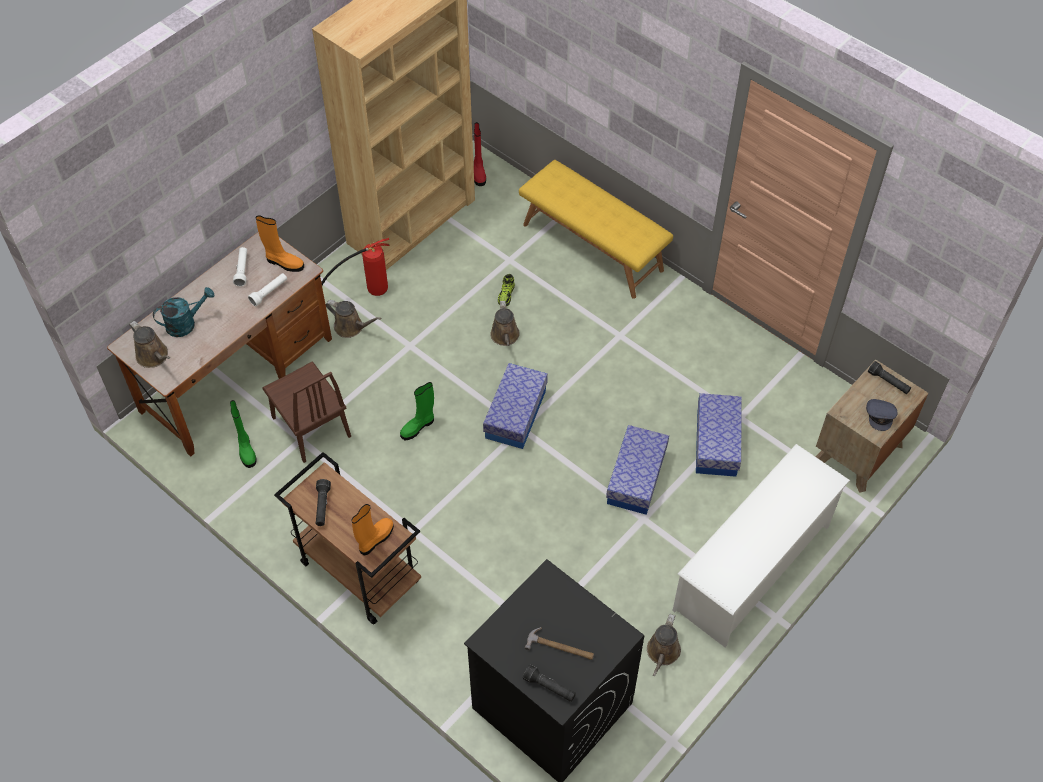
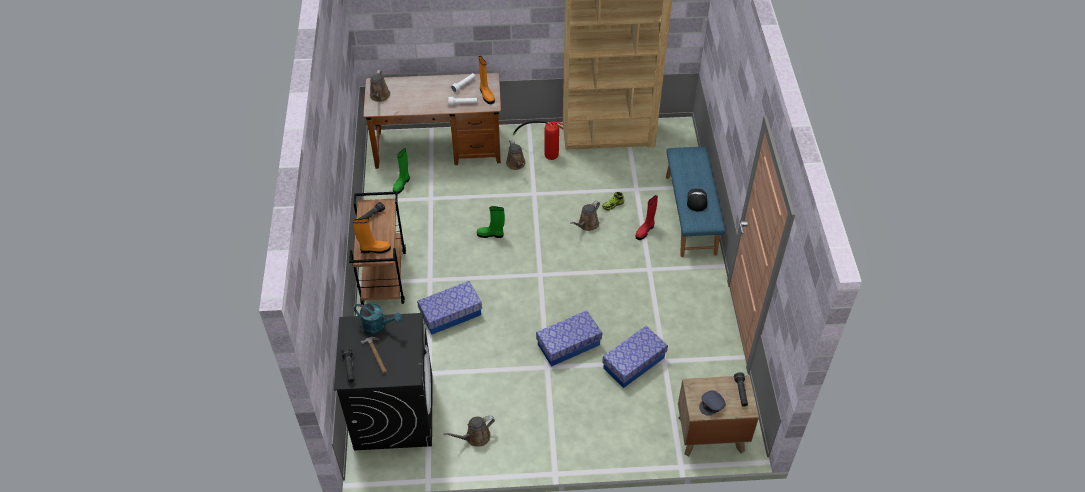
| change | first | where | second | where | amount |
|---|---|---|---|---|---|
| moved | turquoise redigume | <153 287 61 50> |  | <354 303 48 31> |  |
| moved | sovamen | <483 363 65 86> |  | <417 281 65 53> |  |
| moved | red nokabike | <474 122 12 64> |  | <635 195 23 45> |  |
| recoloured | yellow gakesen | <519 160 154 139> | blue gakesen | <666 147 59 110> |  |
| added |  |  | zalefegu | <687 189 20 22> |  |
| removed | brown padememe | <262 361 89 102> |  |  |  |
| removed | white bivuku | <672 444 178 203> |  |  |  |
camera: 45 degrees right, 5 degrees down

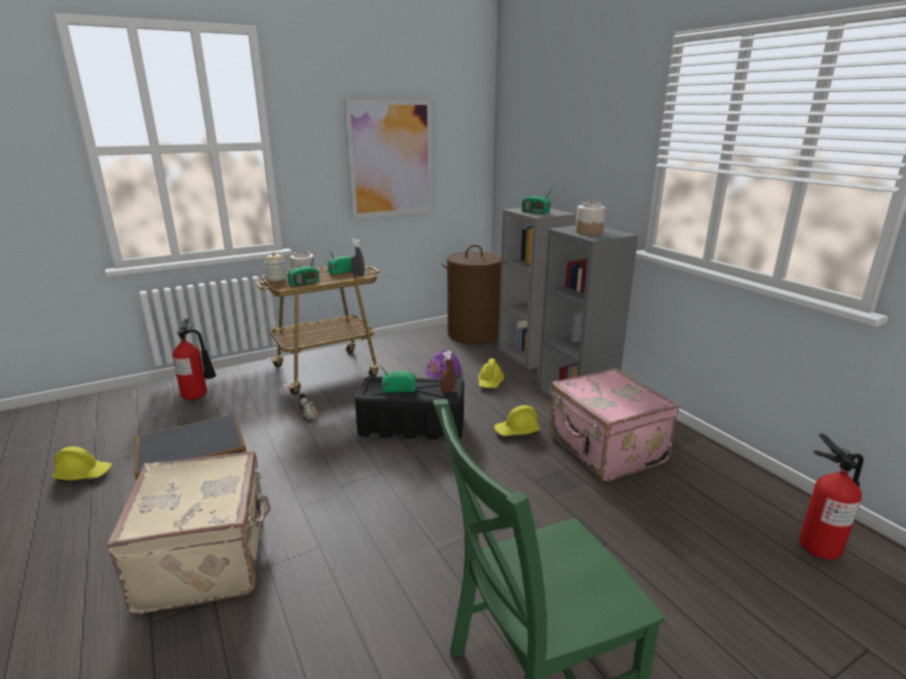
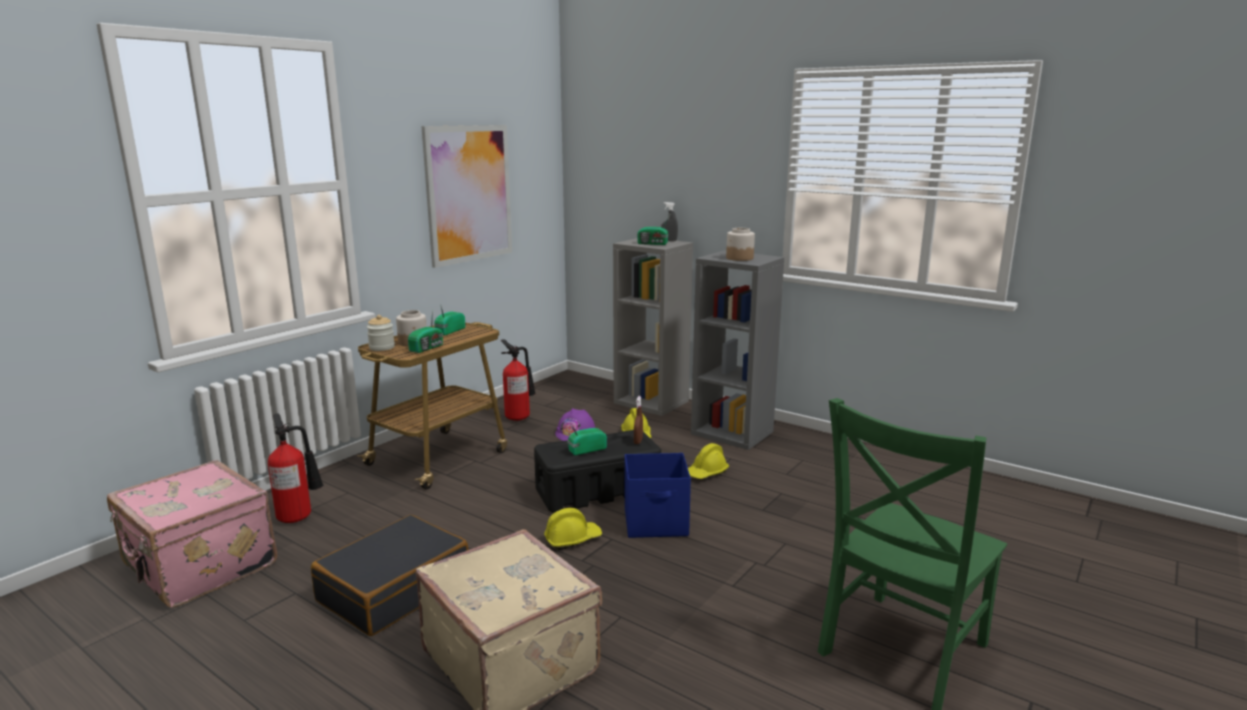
| change | first | where | second | where | amount |
|---|---|---|---|---|---|
| moved | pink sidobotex | <549 368 130 113> |  | <107 460 170 148> |  |
| moved | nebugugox | <799 434 65 126> |  | <501 339 35 82> |  |
| moved | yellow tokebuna | <52 447 60 35> |  | <544 508 58 42> |  |
| added |  |  | blue sovamen | <625 453 66 85> |  |
| moved | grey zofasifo | <351 238 13 38> |  | <661 202 17 39> |  |
| removed | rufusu | <298 393 21 30> |  |  |  |
| removed | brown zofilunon | <441 245 60 99> |  |  |  |
camera: 25 degrees left, 5 degrees down

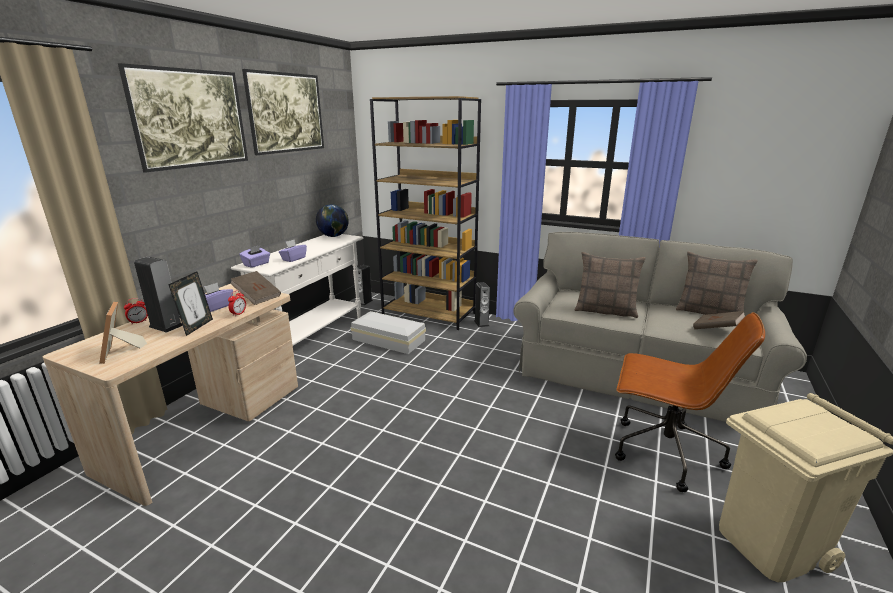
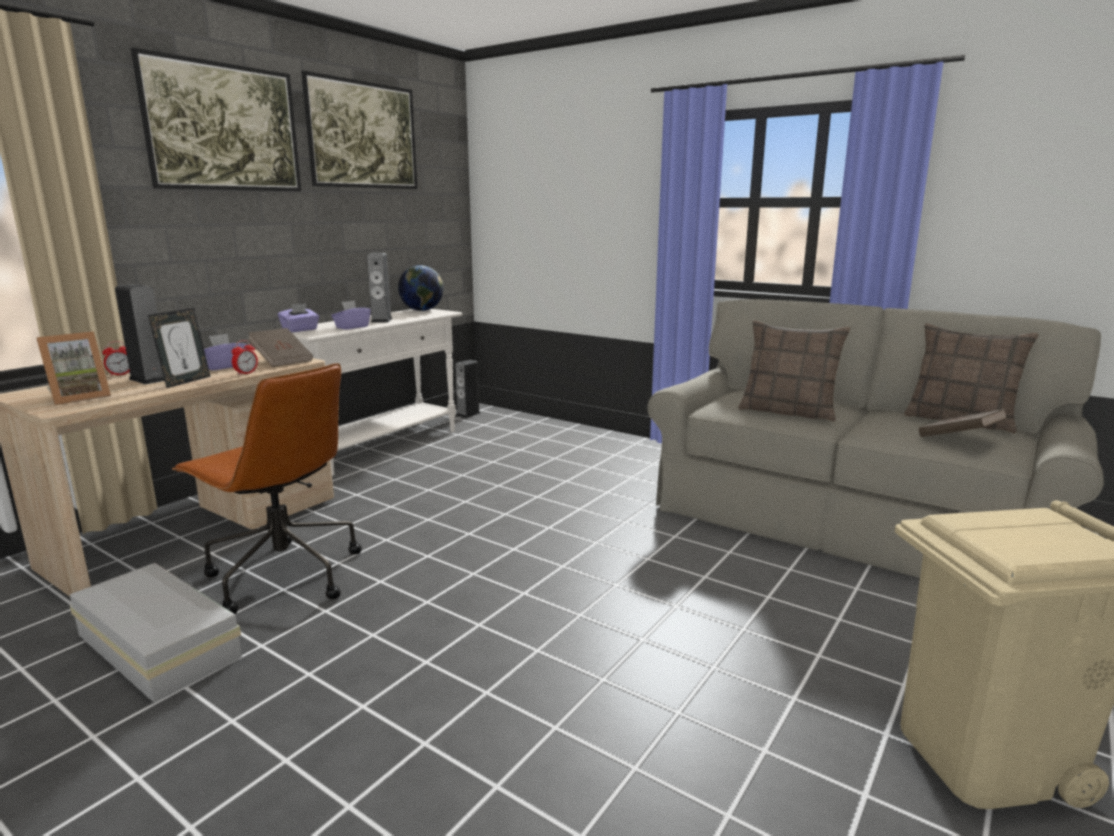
| change | first | where | second | where | amount |
|---|---|---|---|---|---|
| turned | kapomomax | <99 302 48 62> |  | <36 331 75 74> | 120 degrees counterclockwise |
| moved | white sovamen | <351 311 75 43> |  | <70 563 172 140> |  |
| moved | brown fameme | <615 312 150 180> |  | <172 363 190 251> |  |
| moved | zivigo | <474 282 16 46> |  | <367 252 25 71> |  |
| removed | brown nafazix | <370 96 111 234> |  |  |  |
camera: 10 degrees right, 5 degrees down

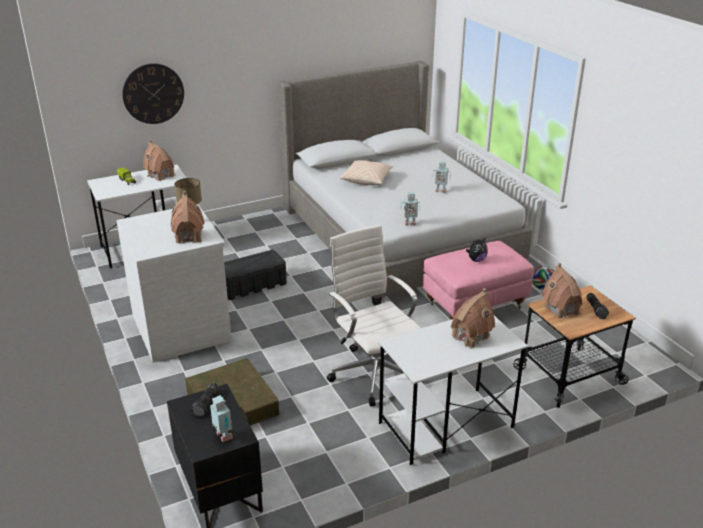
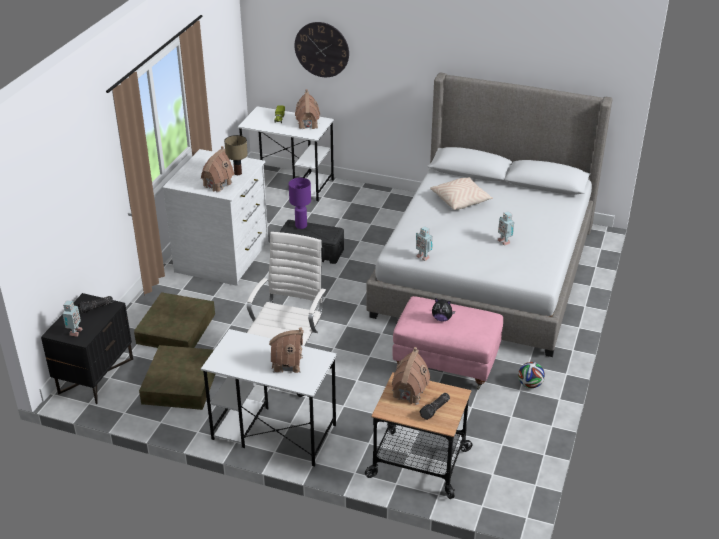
| change | first | where | second | where | amount |
|---|---|---|---|---|---|
| added |  |  | brown sovamen | <139 345 76 65> |  |
| added |  |  | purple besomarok | <289 178 22 51> |  |
camera: 45 degrees right, 5 degrees up

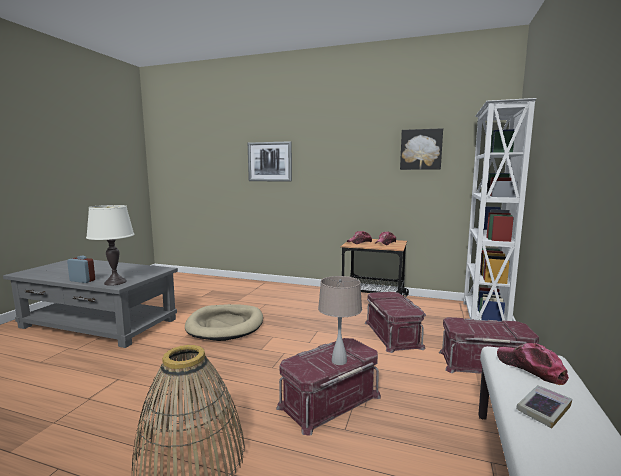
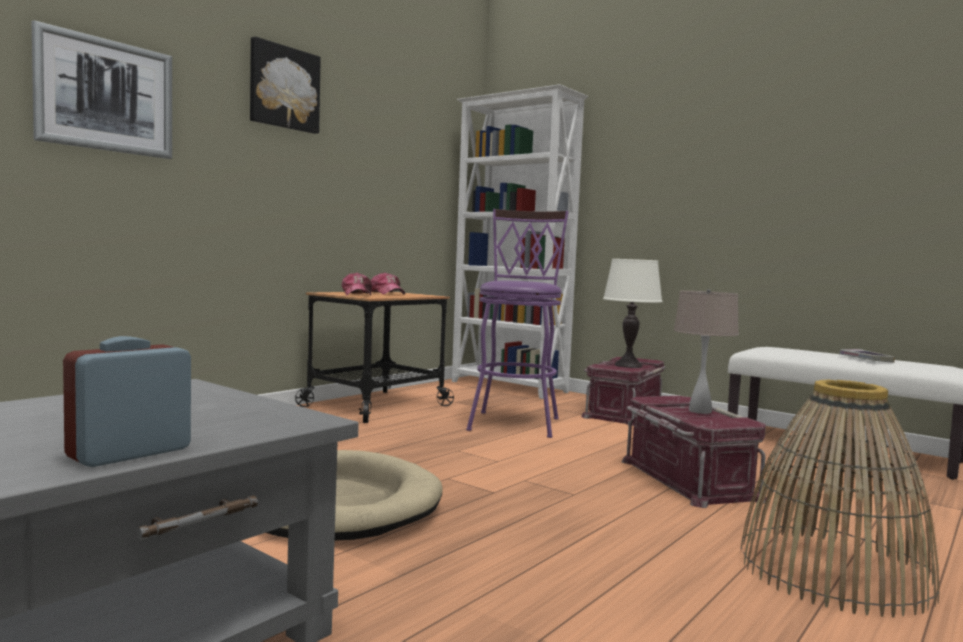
| change | first | where | second | where | amount |
|---|---|---|---|---|---|
| moved | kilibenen | <400 128 43 42> |  | <250 37 71 97> |  |
| replaced | red sovamen | <365 292 61 61> | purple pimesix | <466 209 103 229> |  |
| moved | white besomarok | <86 205 49 81> |  | <603 259 60 109> |  |
| removed | zalefegu | <497 343 72 42> |  |  |  |
camera: 70 degrees left, 5 degrees down

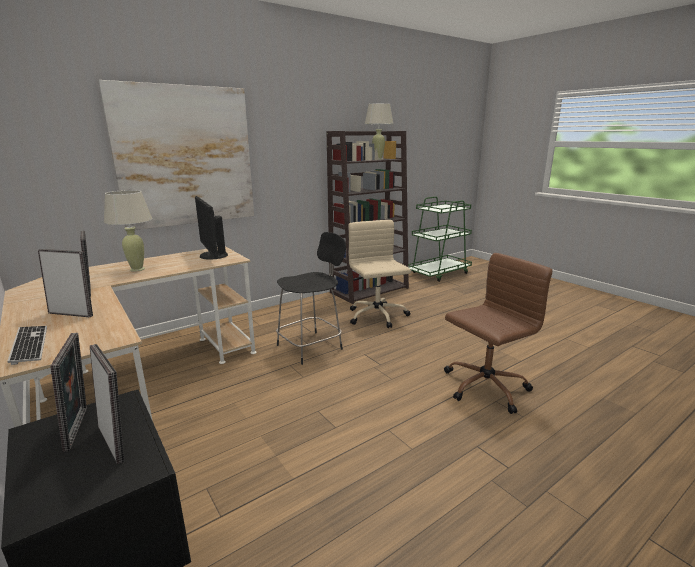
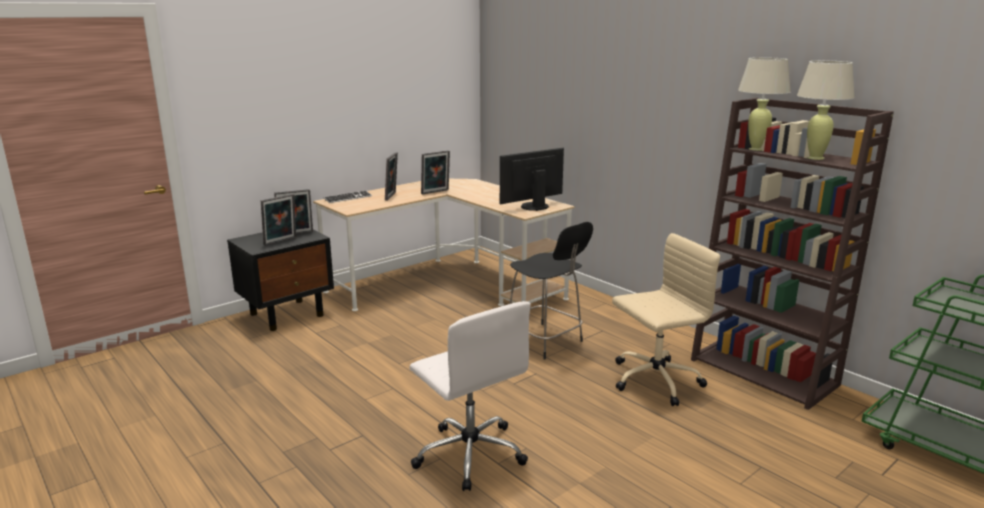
| change | first | where | second | where | amount |
|---|---|---|---|---|---|
| recoloured | brown fameme | <444 253 108 161> | white fameme | <409 301 122 190> |  |
| moved | beige besomarok | <104 190 48 82> |  | <738 57 53 94> |  |
| removed | kilibenen | <98 80 156 150> |  |  |  |
camera: 85 degrees right, 0 degrees up

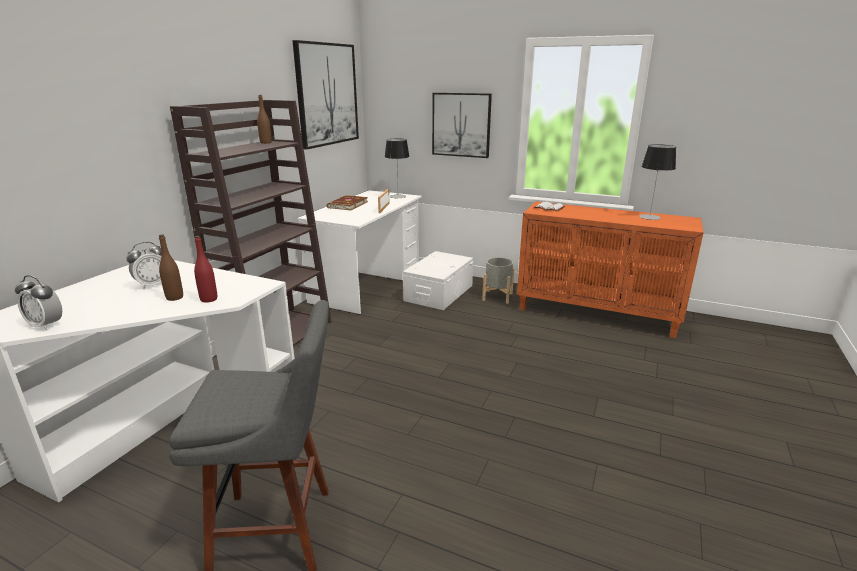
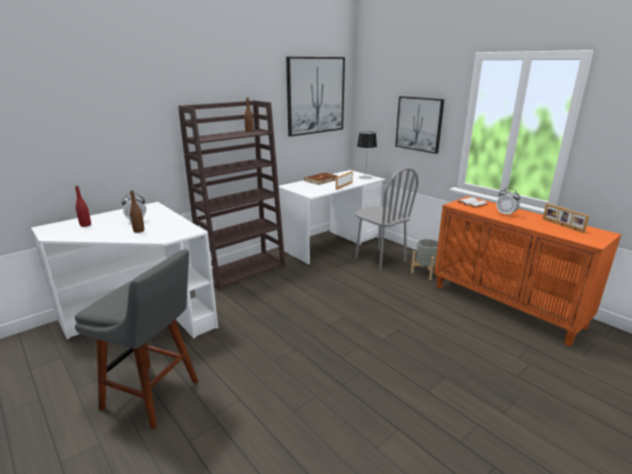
| change | first | where | second | where | amount |
|---|---|---|---|---|---|
| moved | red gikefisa | <194 236 23 67> |  | <75 186 16 41> |  |
| replaced | white sovamen | <403 251 70 59> | grey padememe | <355 167 64 105> |  |
| moved | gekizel | <15 275 47 55> |  | <496 188 24 28> |  |
| replaced | besomarok | <639 144 37 76> | kapomomax | <543 203 46 30> |  |
camera: 25 degrees right, 0 degrees up

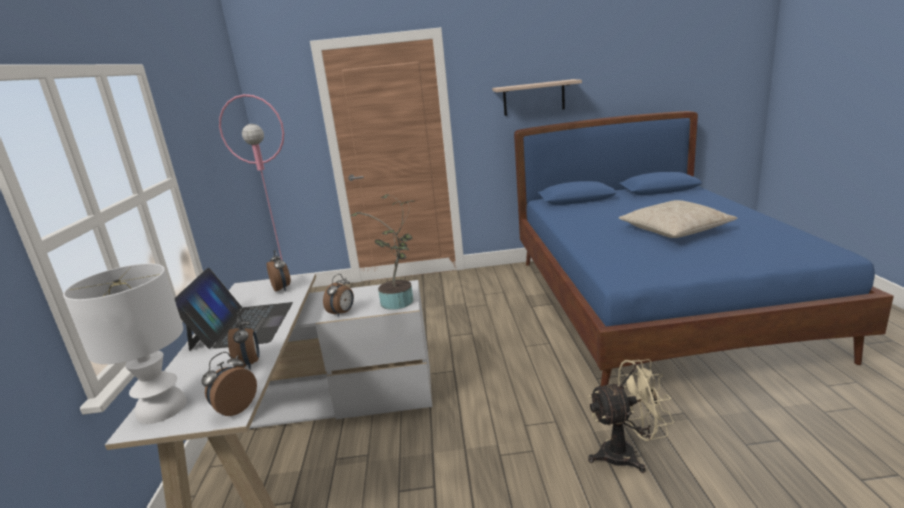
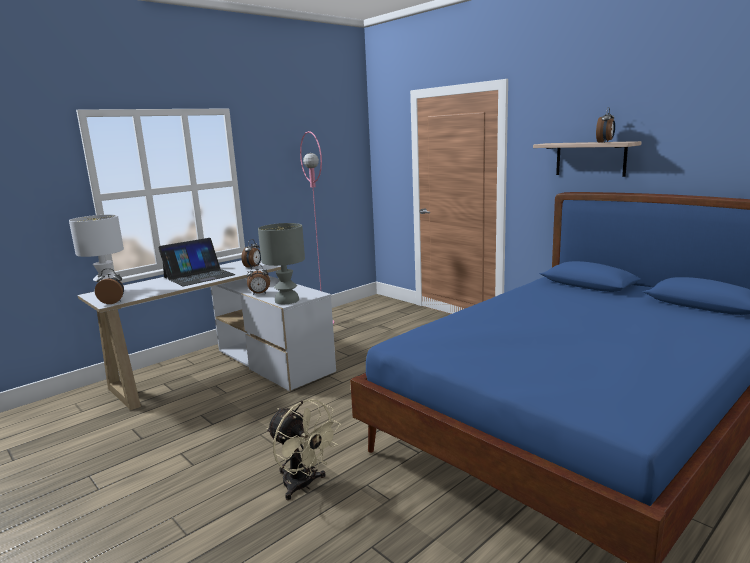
| change | first | where | second | where | amount |
|---|---|---|---|---|---|
| replaced | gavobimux | <350 194 64 116> | grey besomarok | <258 223 47 81> |  |
| moved | gekizel | <228 314 32 56> |  | <596 107 19 36> |  |
| removed | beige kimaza | <619 200 118 38> |  |  |  |
camera: 50 degrees right, 5 degrees down

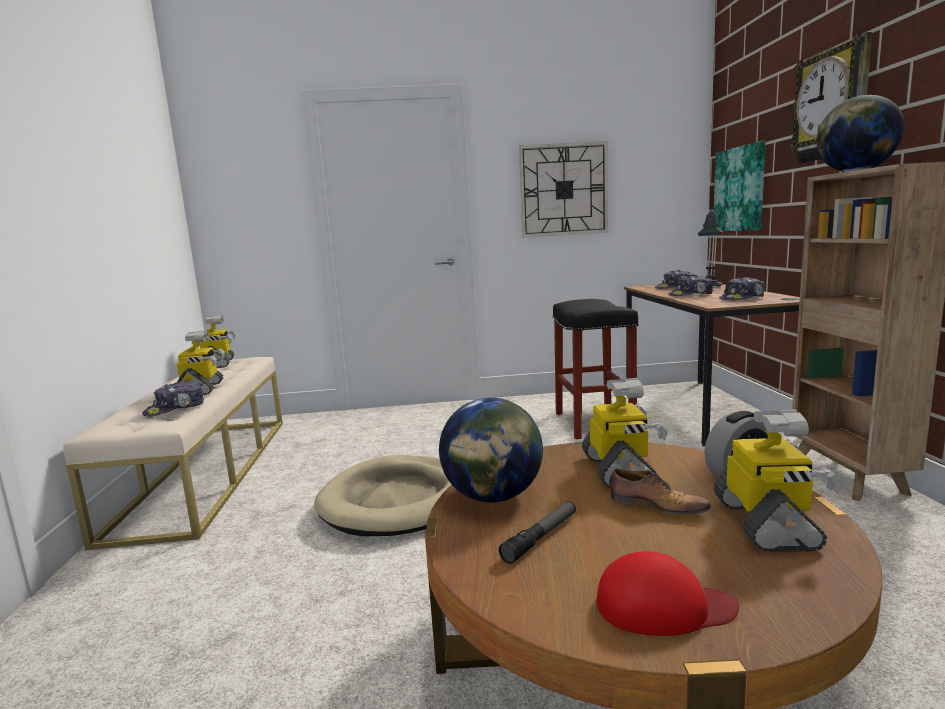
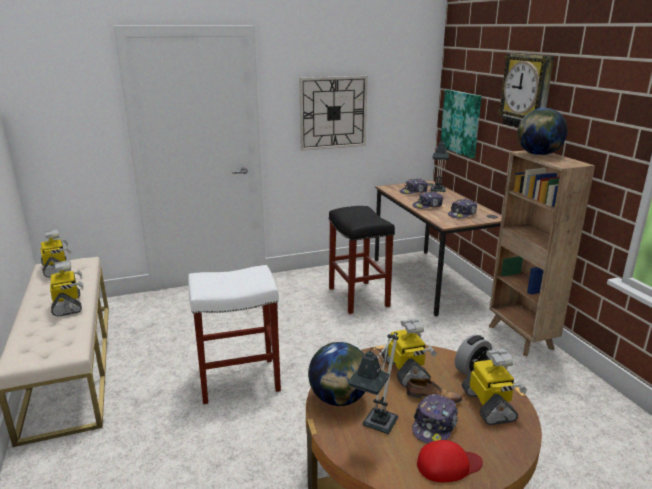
| change | first | where | second | where | amount |
|---|---|---|---|---|---|
| replaced | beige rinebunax | <314 455 138 81> | white pimesix | <188 265 93 139> |  |
| replaced | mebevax | <499 501 77 63> | besomarok | <348 332 51 102> |  |
| moved | zalefegu | <142 381 62 36> |  | <412 394 46 50> |  |
camera: 15 degrees left, 10 degrees up

